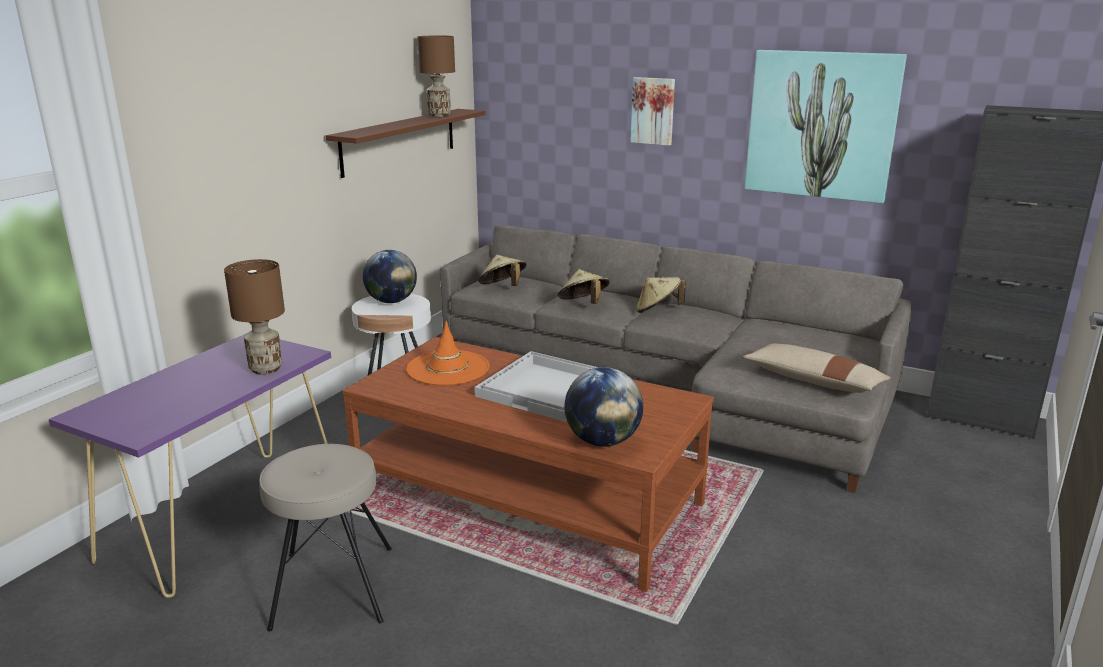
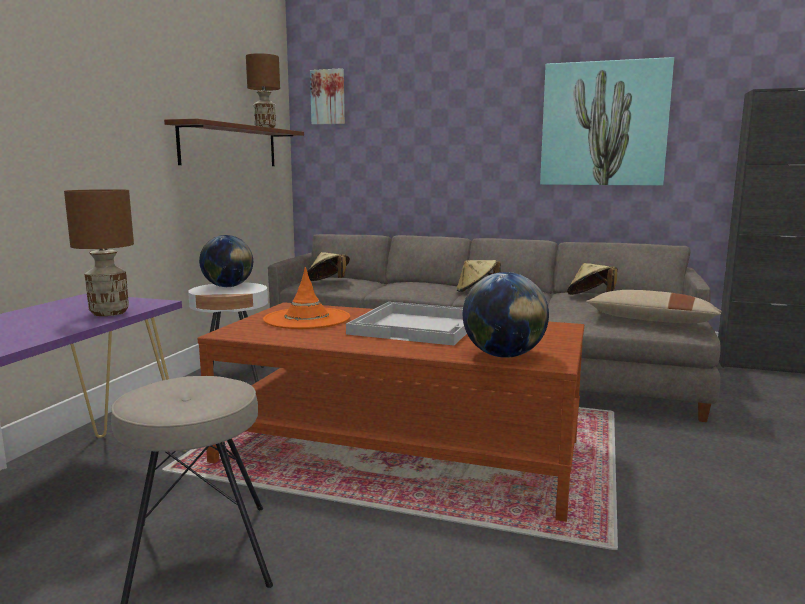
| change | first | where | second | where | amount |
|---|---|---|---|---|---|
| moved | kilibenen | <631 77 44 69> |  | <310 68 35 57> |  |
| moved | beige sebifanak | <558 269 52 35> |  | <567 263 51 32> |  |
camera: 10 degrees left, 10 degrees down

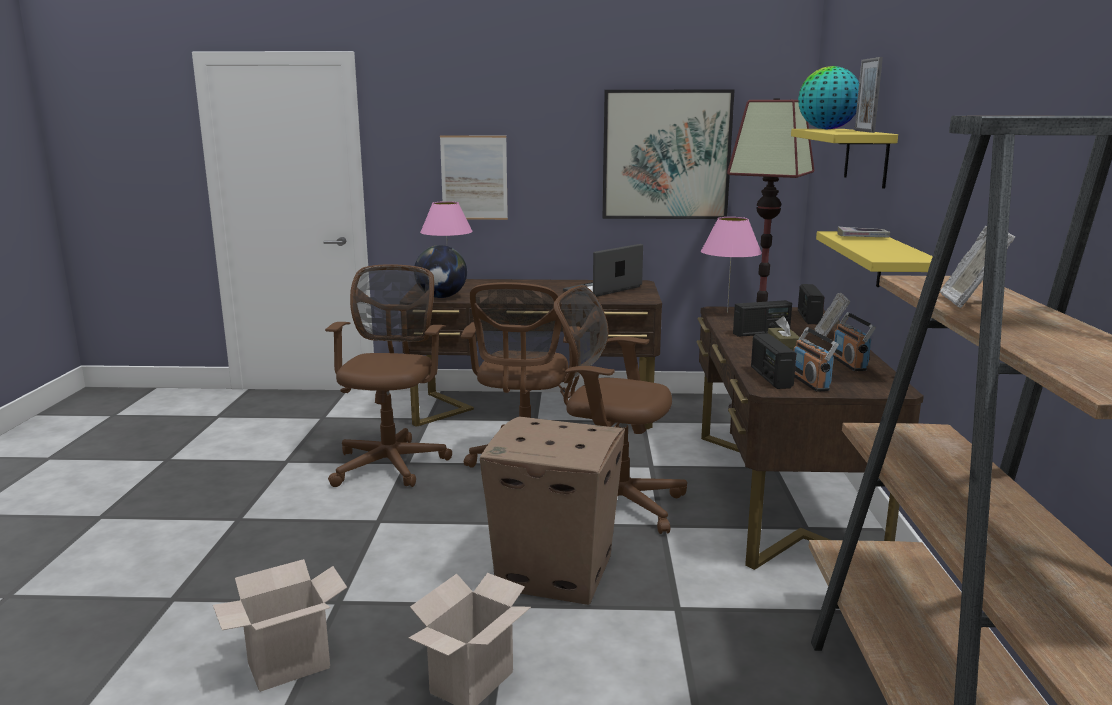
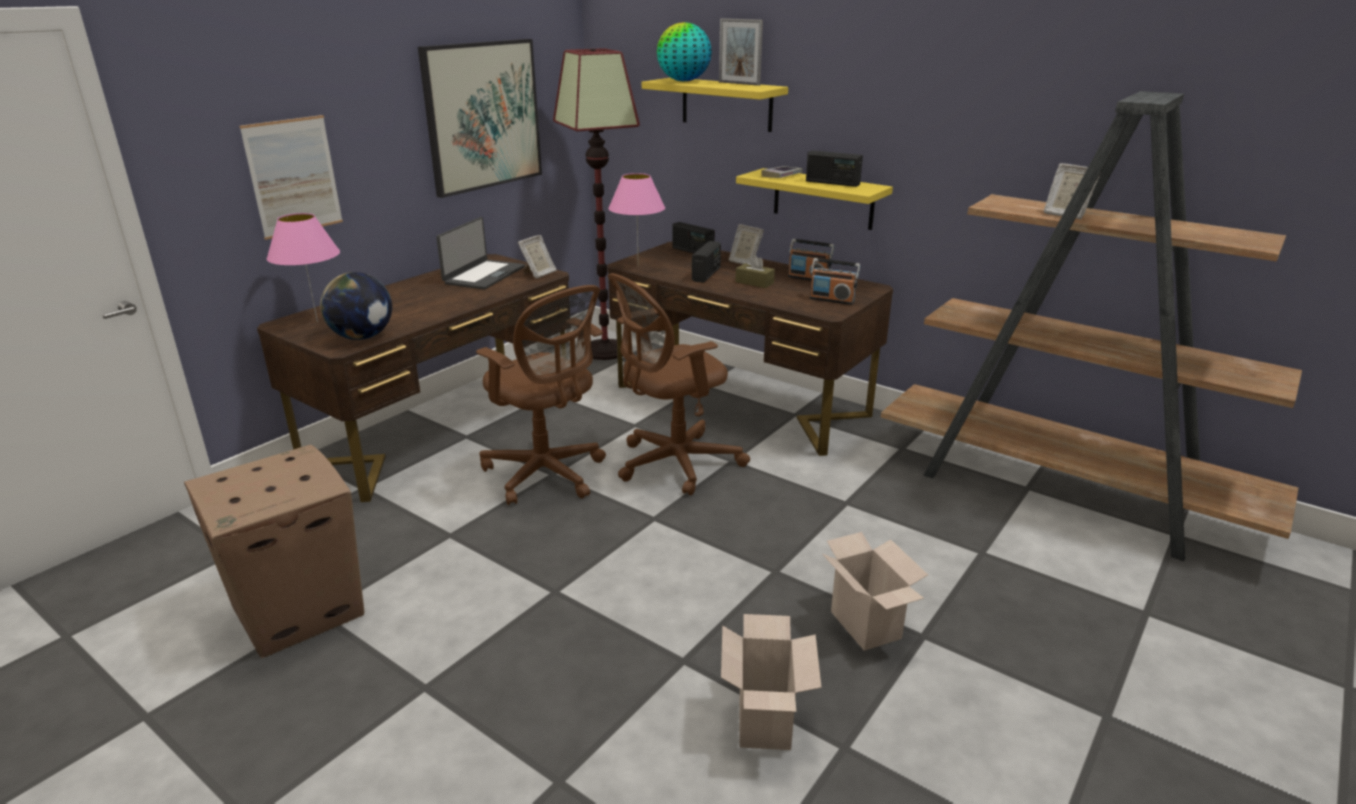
| change | first | where | second | where | amount |
|---|---|---|---|---|---|
| moved | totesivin | <480 416 145 189> |  | <184 445 180 213> |  |
| turned | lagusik | <563 244 80 53> |  | <436 217 89 73> | 150 degrees counterclockwise |
| added |  |  | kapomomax | <518 235 39 44> |  |
| moved | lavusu | <751 333 45 56> |  | <806 150 57 37> |  |
| removed | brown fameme | <325 264 127 223> |  |  |  |
camera: 55 degrees left, 10 degrees up

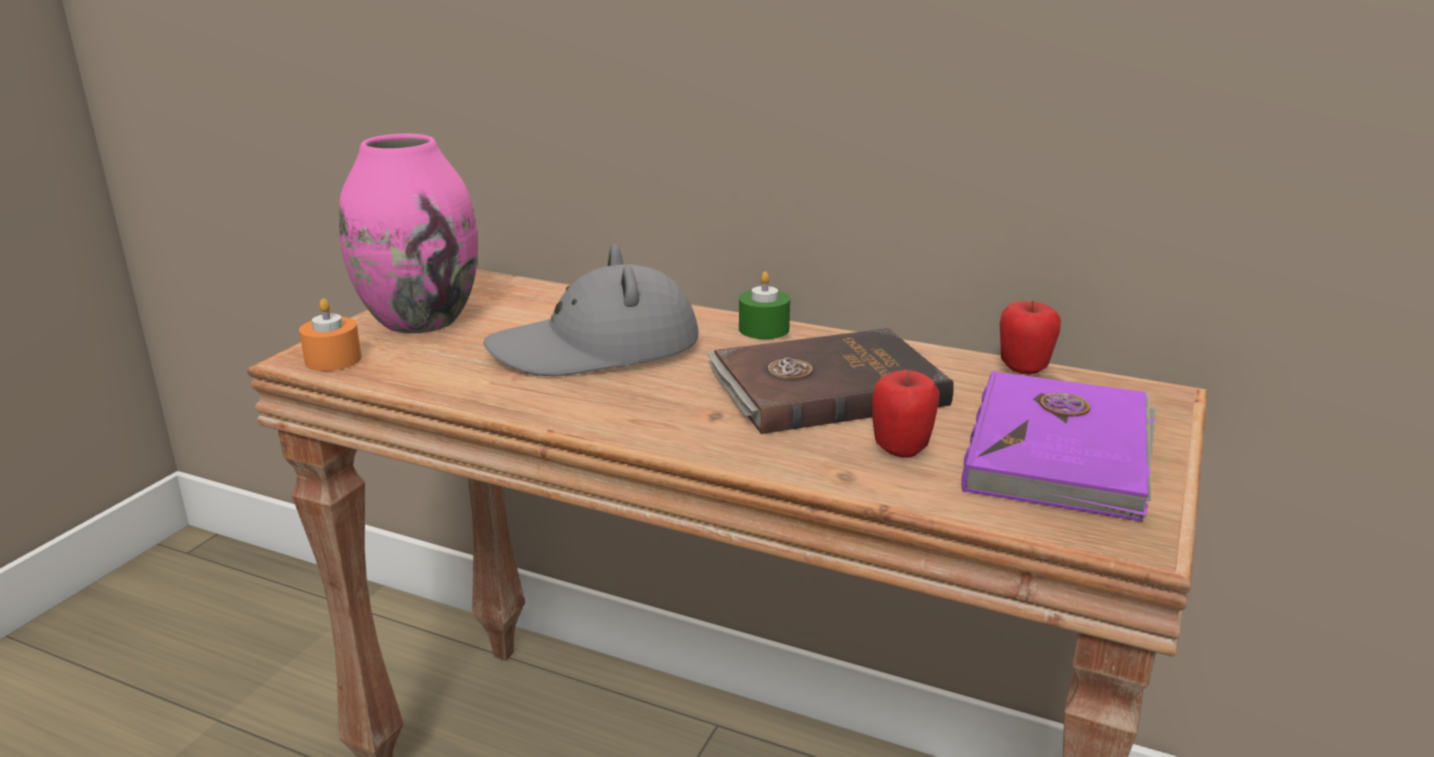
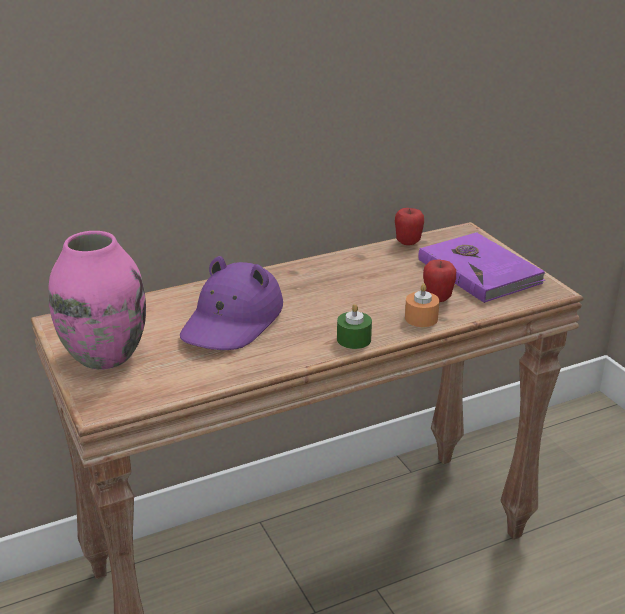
| change | first | where | second | where | amount |
|---|---|---|---|---|---|
| recoloured | grey sebifanak | <483 244 216 132> | purple sebifanak | <180 256 103 94> |  |
| moved | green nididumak | <739 271 51 68> |  | <337 304 35 45> |  |
| moved | orange nididumak | <299 298 63 73> |  | <405 283 34 44> |  |
| removed | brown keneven | <707 328 247 106> |  |  |  |
camera: 50 degrees left, 5 degrees up

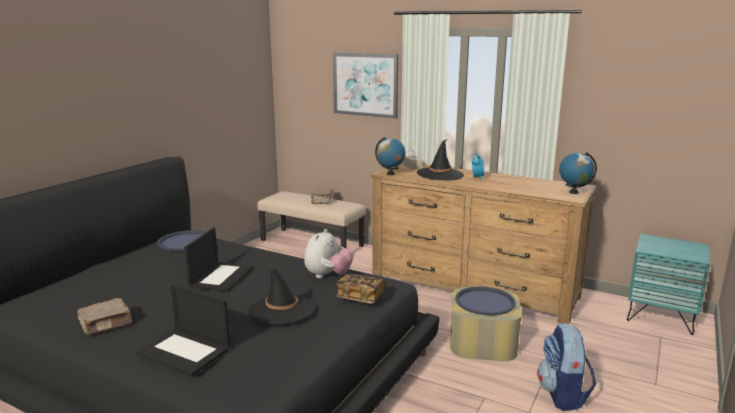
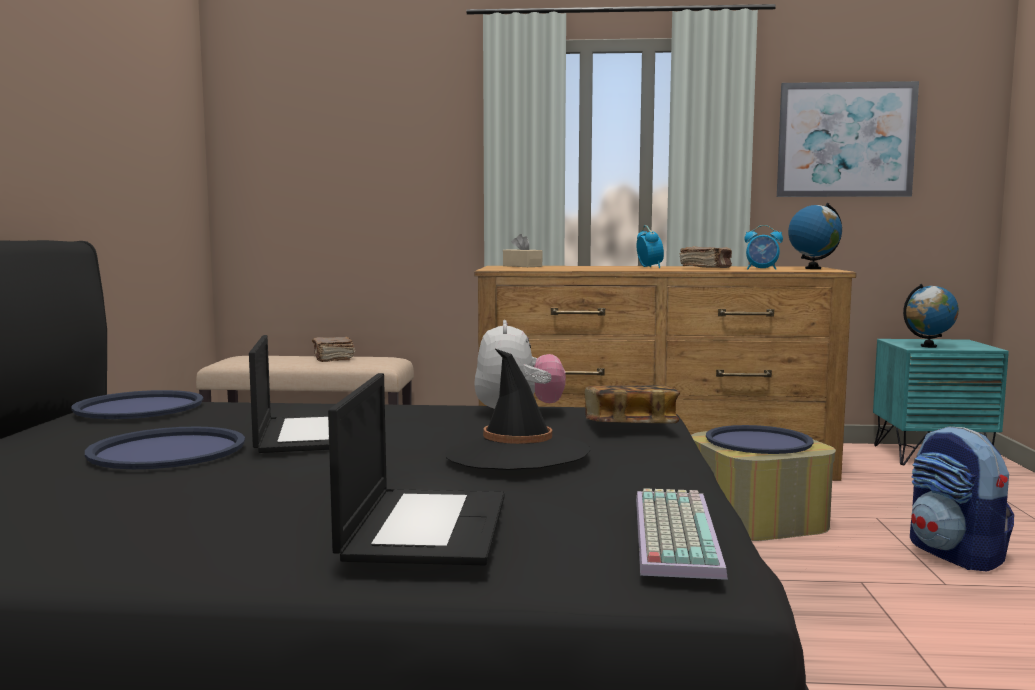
| change | first | where | second | where | amount |
|---|---|---|---|---|---|
| added |  |  | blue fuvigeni | <85 426 160 43> |  |
| turned | lagusik | <136 285 95 91> |  | <328 373 177 192> | 90 degrees counterclockwise |
| added |  |  | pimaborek | <636 488 92 92> |  |
| moved | brown keneven | <77 298 55 37> |  | <680 246 52 22> |  |
| added |  |  | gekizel | <744 225 39 45> |  |
| moved | kilibenen | <333 53 65 66> |  | <777 81 142 116> |  |
| moved | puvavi | <375 137 31 38> |  | <903 284 56 64> |  |
| removed | black sebifanak | <417 139 47 42> |  |  |  |
camera: 25 degrees left, 10 degrees down

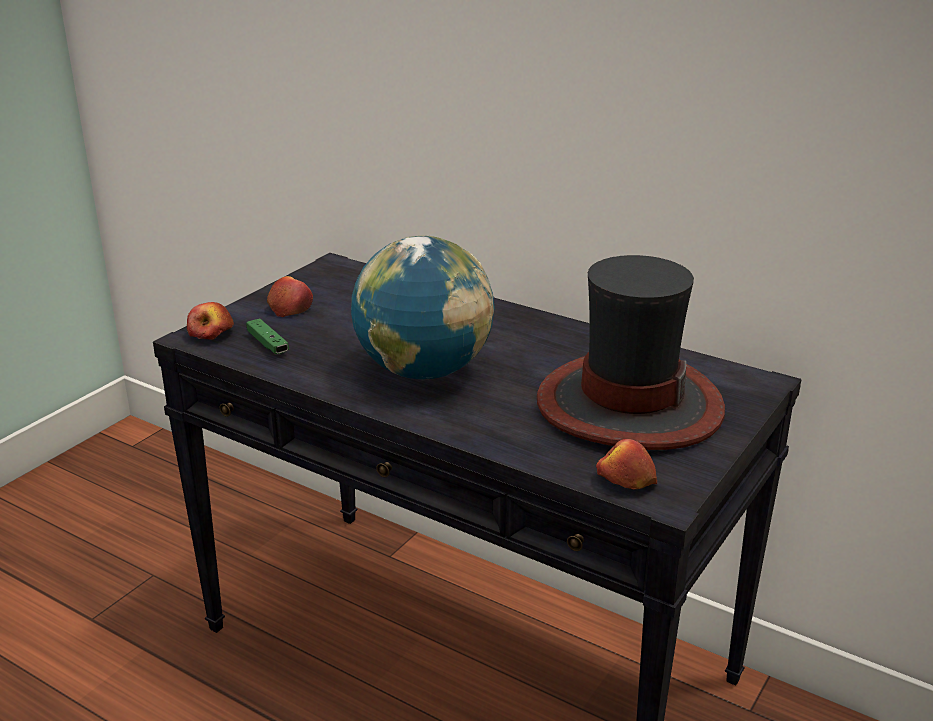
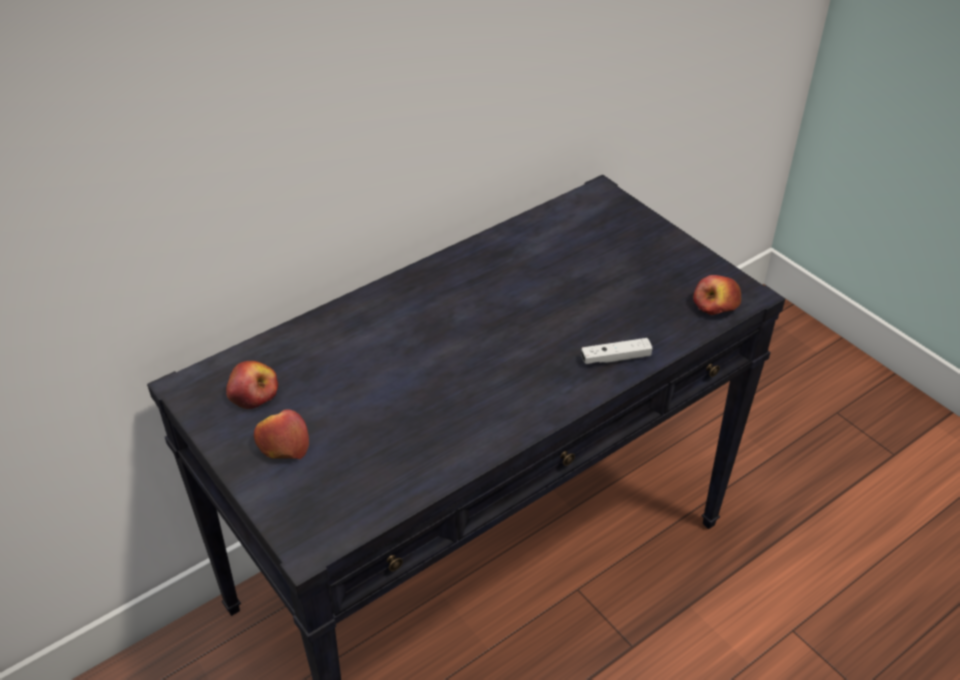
| change | first | where | second | where | amount |
|---|---|---|---|---|---|
| moved | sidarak | <187 302 47 38> |  | <226 361 52 48> |  |
| added |  |  | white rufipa | <581 338 72 26> |  |
| removed | green rufipa | <246 318 43 36> |  |  |  |
| removed | puvavi | <351 236 143 143> |  |  |  |
| removed | sebifanak | <537 255 188 195> |  |  |  |
camera: 70 degrees left, 15 degrees up

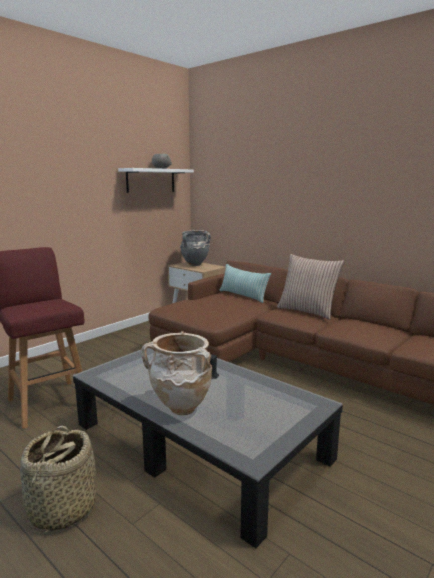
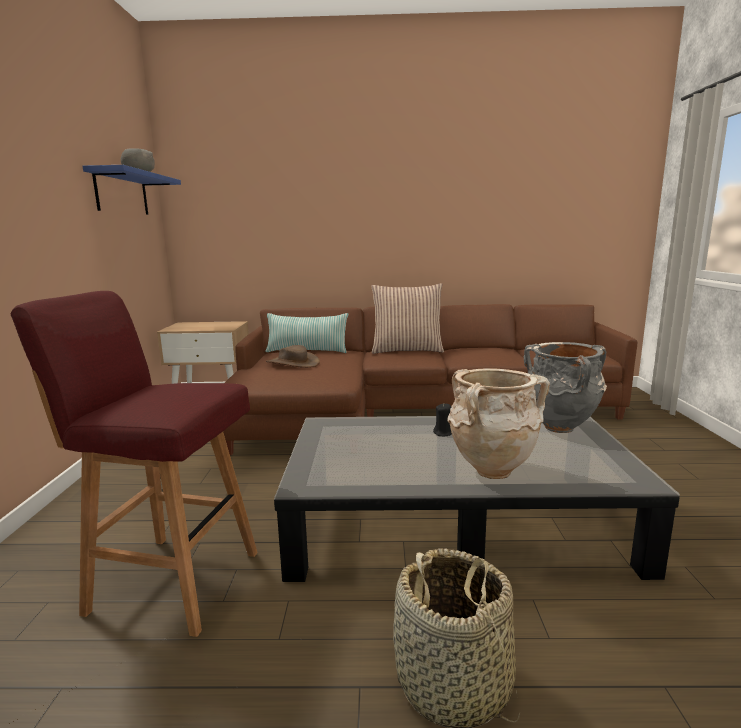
| change | first | where | second | where | amount |
|---|---|---|---|---|---|
| recoloured | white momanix | <118 168 76 25> | blue momanix | <83 165 98 50> |  |
| added |  |  | brown sebifanak | <266 345 54 23> |  |
| moved | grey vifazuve | <180 230 31 36> |  | <524 342 83 91> |  |
camera: 40 degrees left, 0 degrees up

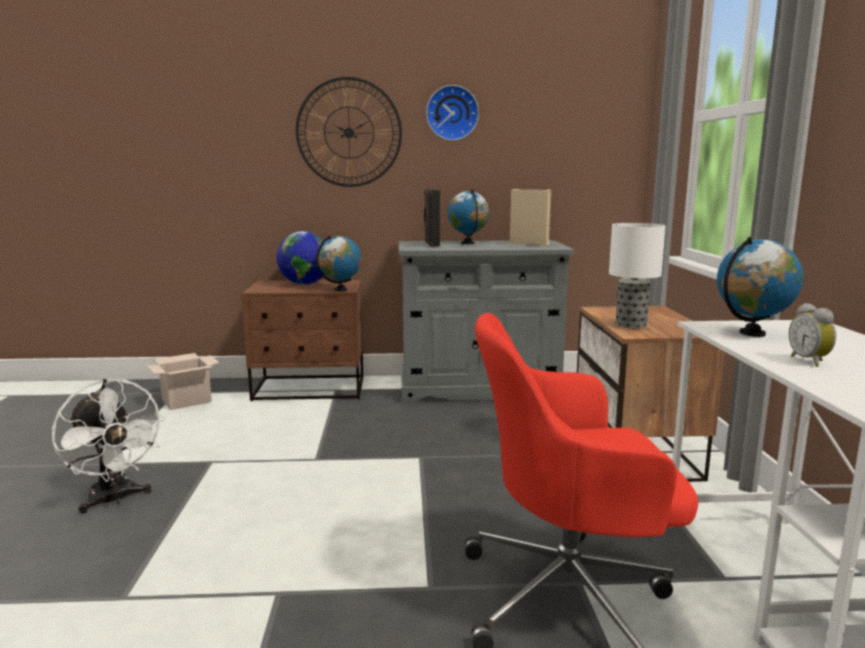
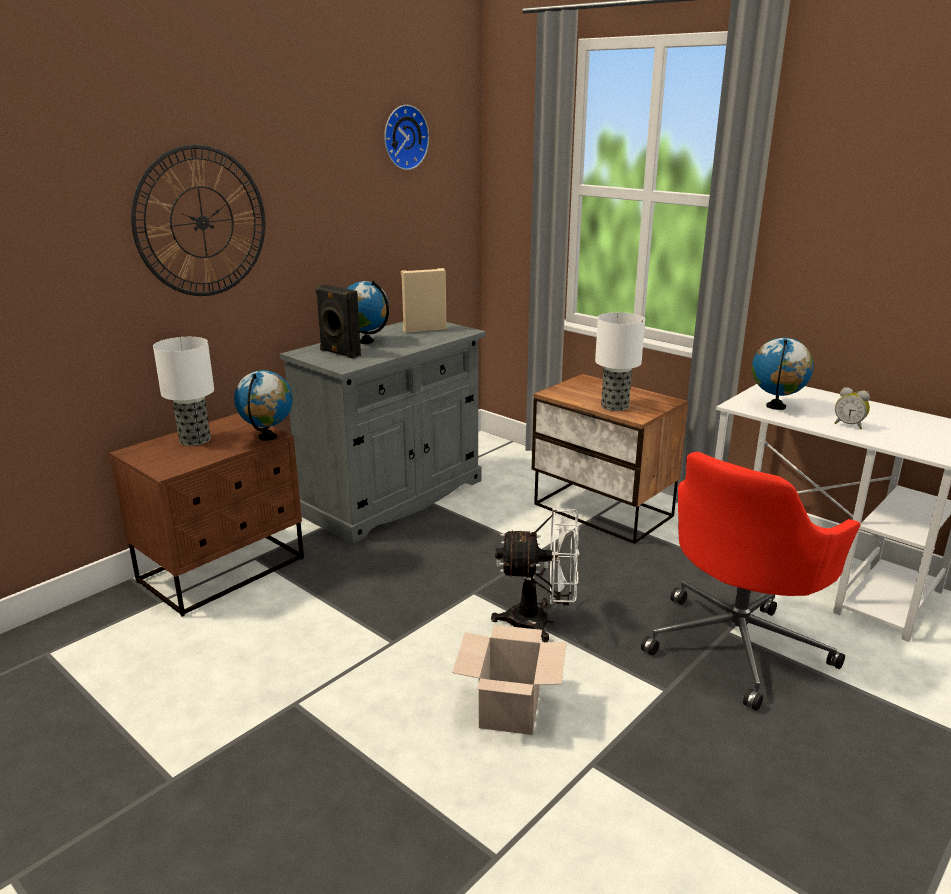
| change | first | where | second | where | amount |
|---|---|---|---|---|---|
| replaced | puvavi | <277 231 48 54> | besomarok | <153 337 61 109> |  |
| moved | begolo | <426 85 53 56> |  | <384 105 45 65> |  |
| moved | totesivin | <147 353 73 57> |  | <452 625 115 110> |  |
| moved | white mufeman | <52 379 114 135> |  | <491 507 88 135> |  |
camera: 45 degrees left, 10 degrees up

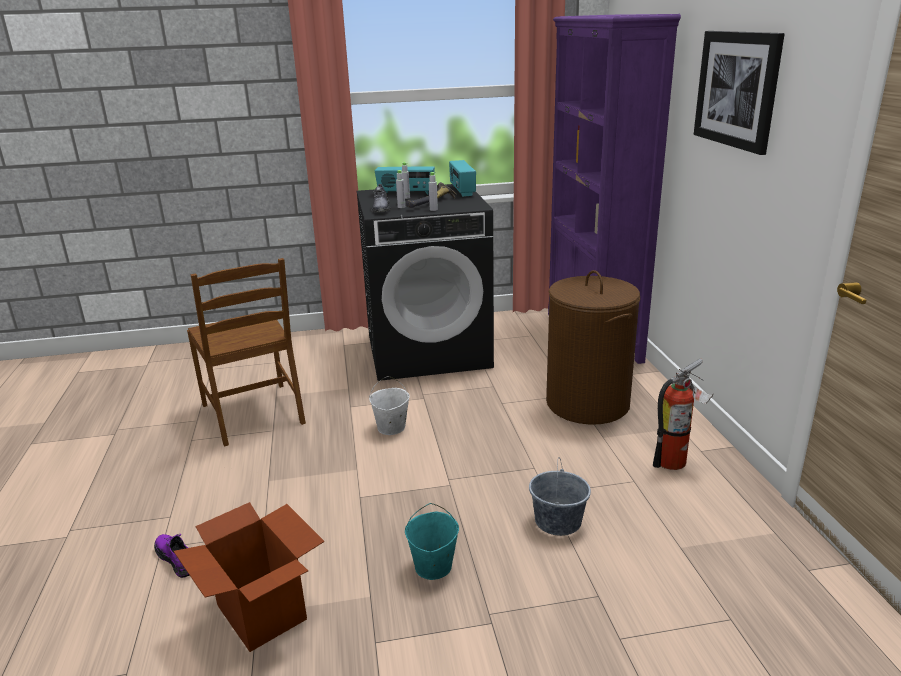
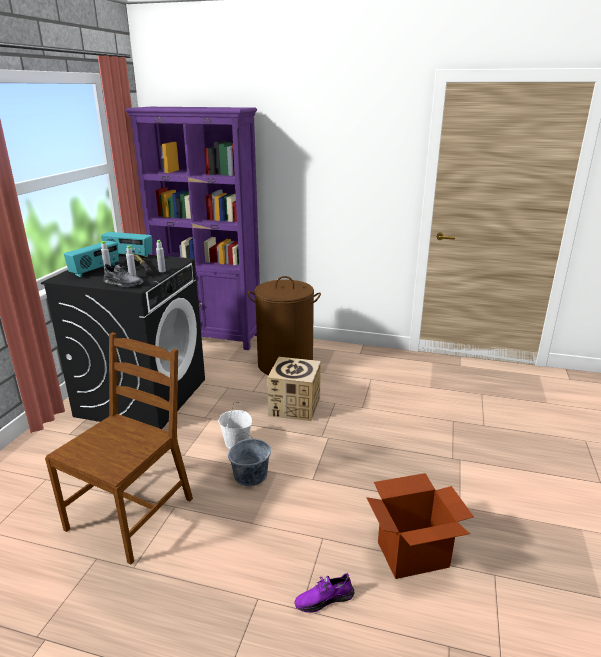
| change | first | where | second | where | amount |
|---|---|---|---|---|---|
| turned | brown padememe | <187 258 119 189> |  | <45 332 148 233> | 60 degrees counterclockwise |
| moved | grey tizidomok | <529 457 62 79> |  | <228 434 43 52> |  |
| added |  |  | totesivin | <267 357 54 64> |  |
| removed | turquoise tizidomok | <405 503 54 77> |  |  |  |
| removed | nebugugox | <653 359 61 111> |  |  |  |
| removed | kilibenen | <694 31 91 124> |  |  |  |
camera: 65 degrees left, 0 degrees up

